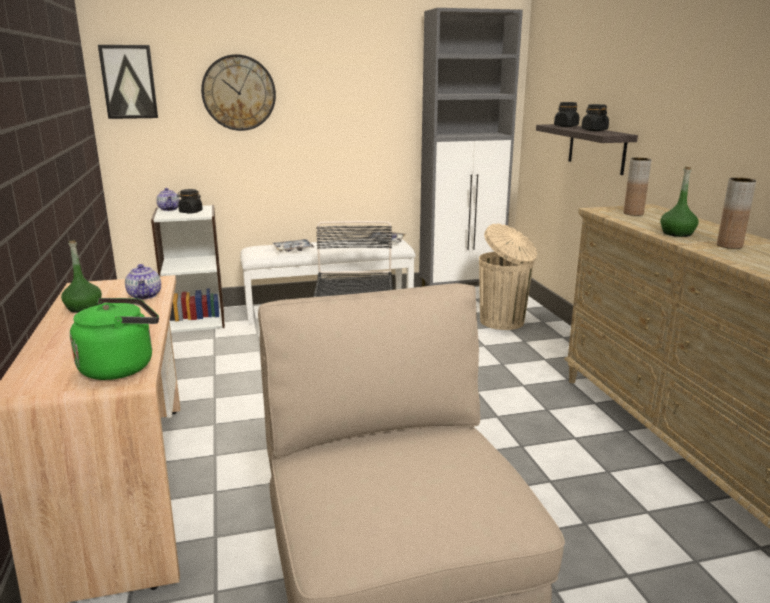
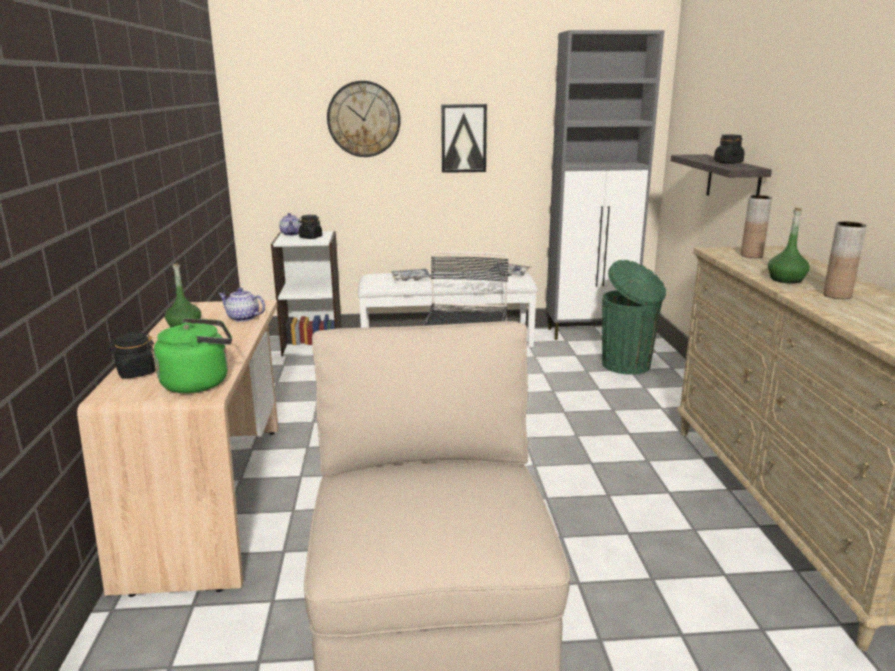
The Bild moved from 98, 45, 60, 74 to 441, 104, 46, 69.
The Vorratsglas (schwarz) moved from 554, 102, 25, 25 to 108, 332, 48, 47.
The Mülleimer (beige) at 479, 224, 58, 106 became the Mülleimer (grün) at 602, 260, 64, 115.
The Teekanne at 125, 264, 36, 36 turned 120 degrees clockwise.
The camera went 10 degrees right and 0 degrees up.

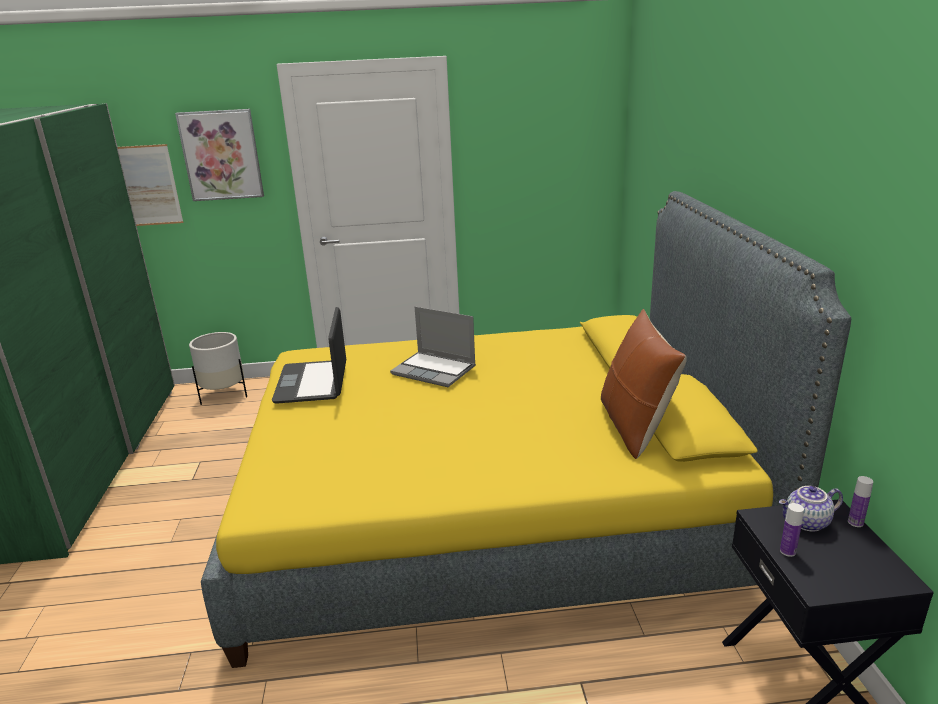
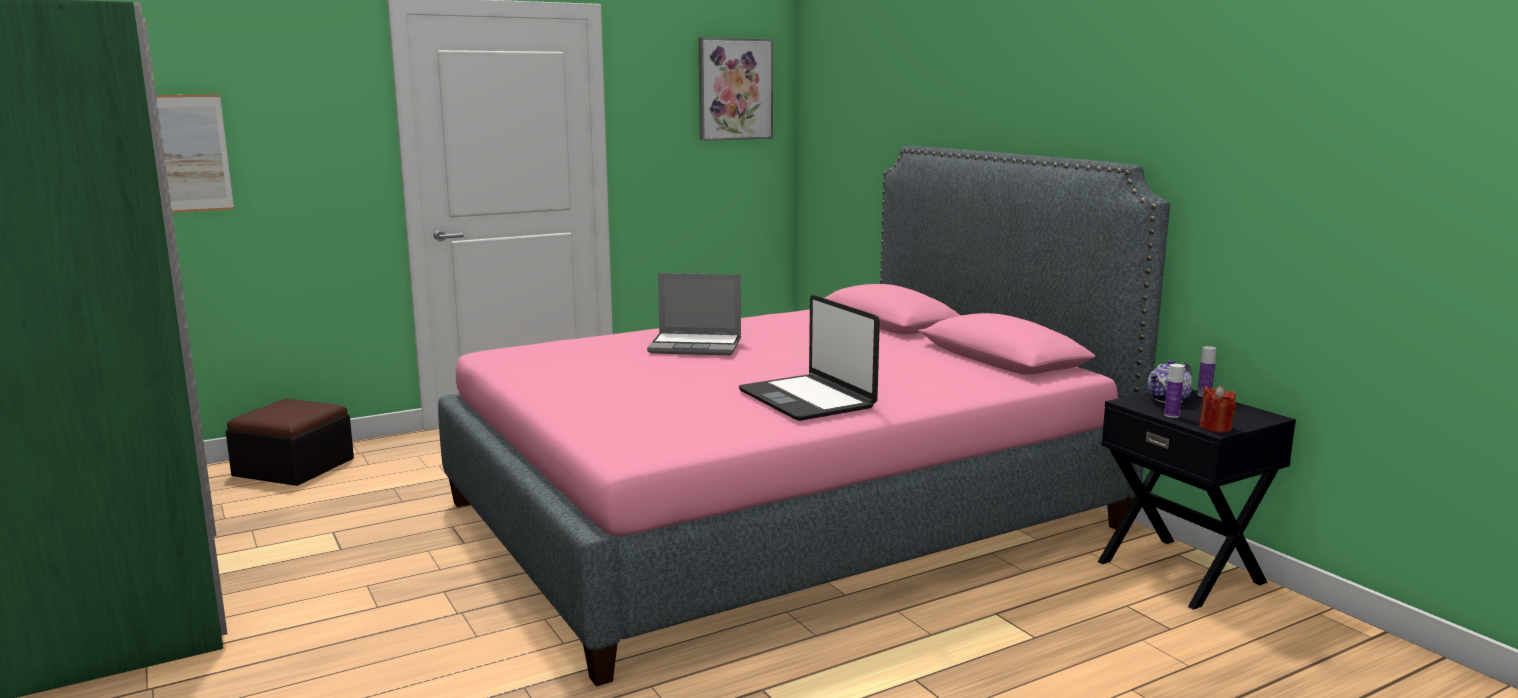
The Kissen (braun) at 601, 309, 86, 150 disappeared.
The Kerze (rot) at 1199, 385, 37, 48 appeared.
The Bild moved from 175, 109, 89, 92 to 699, 38, 74, 103.
The Laptop moved from 272, 307, 74, 97 to 739, 295, 141, 126.
The Pflanzkübel (weiß) at 189, 332, 58, 73 was replaced by the Polsterhocker at 226, 399, 128, 87.
The Bett (gelb) at 201, 191, 650, 477 became the Bett (rosa) at 438, 146, 732, 540.
The camera went 25 degrees left and 10 degrees down.

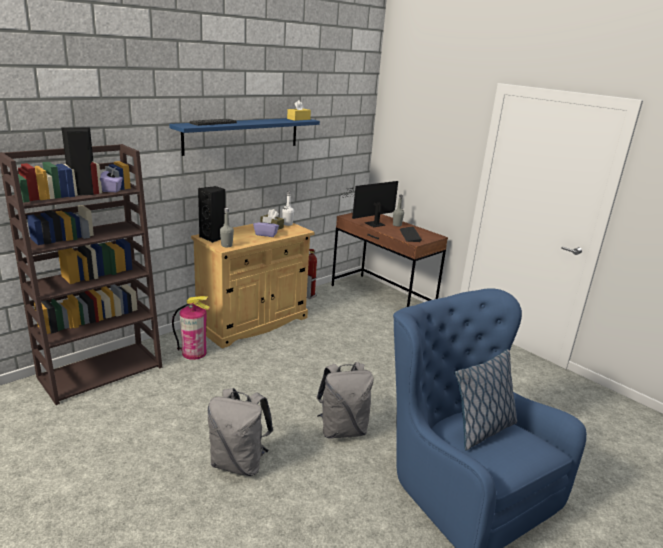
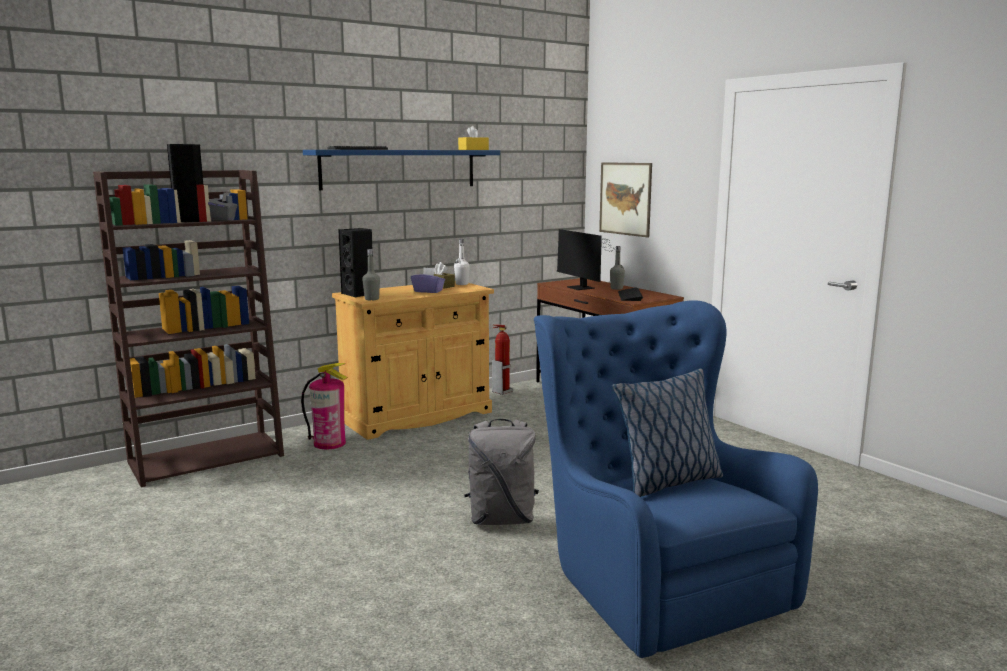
The Rucksack (grau) at 207, 388, 66, 88 disappeared.
The Bild at 599, 162, 53, 75 appeared.
The Taschentuchbox (lila) at 100, 166, 23, 26 became the Taschentuchbox (grau) at 208, 192, 29, 28.
The Monitor at 341, 181, 57, 46 turned 90 degrees counterclockwise.
The camera went 10 degrees right and 10 degrees down.

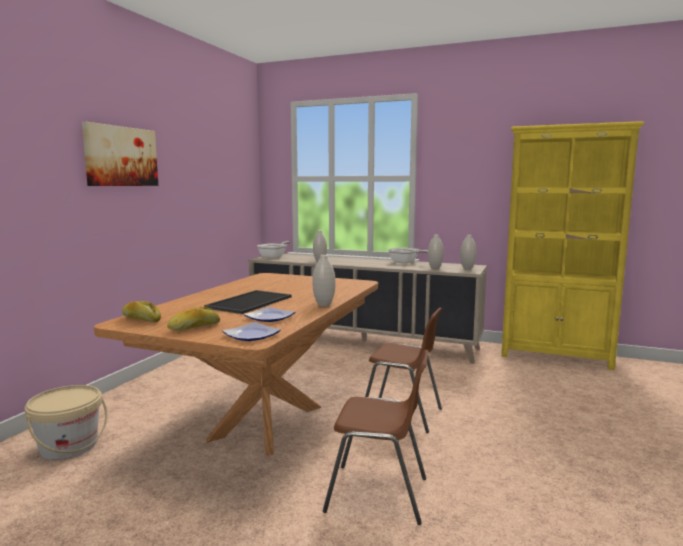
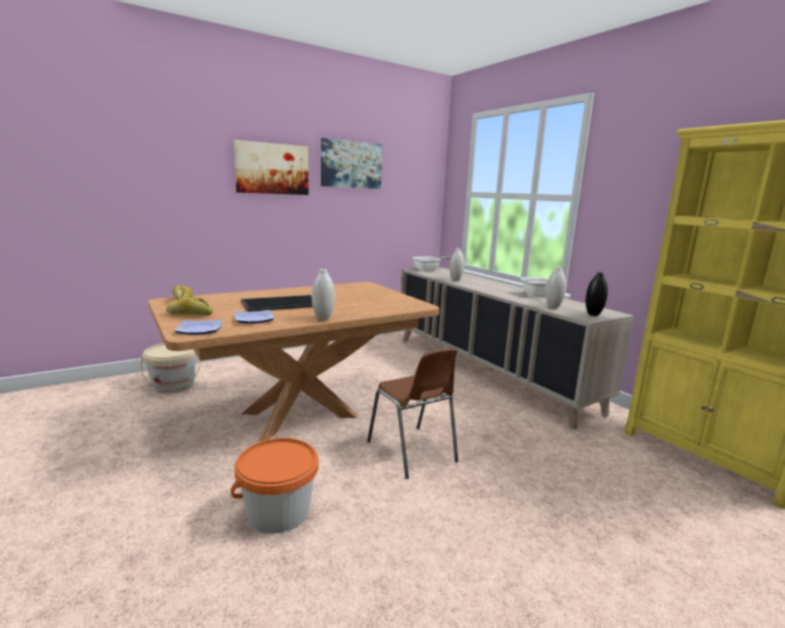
The Bild at 321, 138, 61, 51 appeared.
The Stuhl (braun) at 323, 350, 106, 175 was replaced by the Eimer (orange) at 231, 438, 88, 96.
The Vase (weiß) at 460, 235, 16, 34 became the Vase (schwarz) at 586, 272, 22, 44.
The camera went 35 degrees right and 5 degrees up.

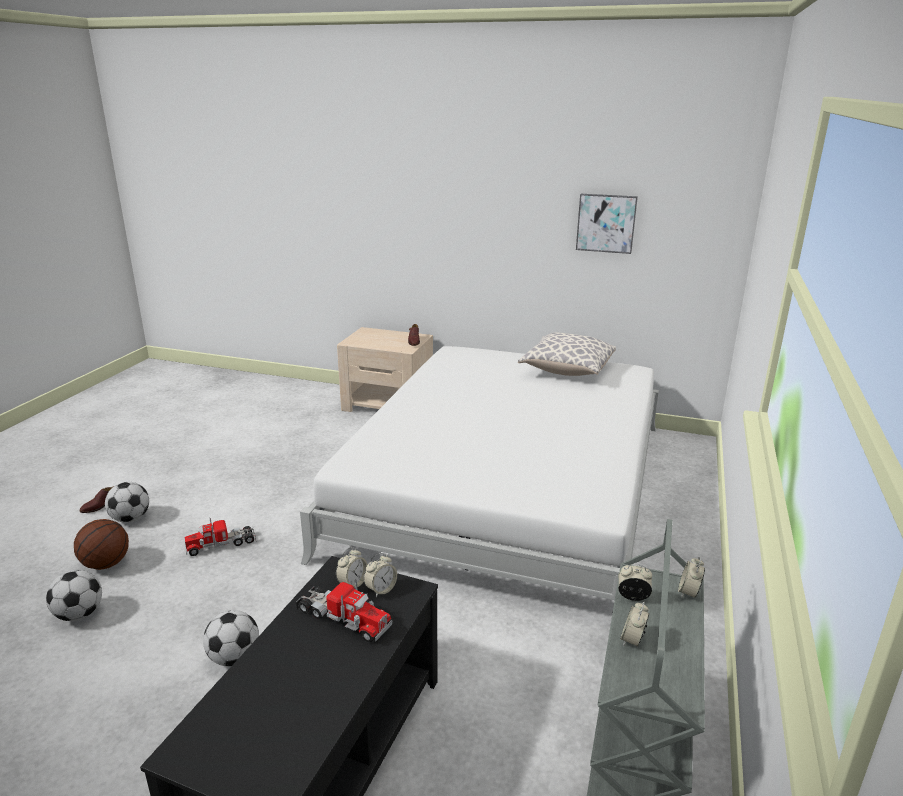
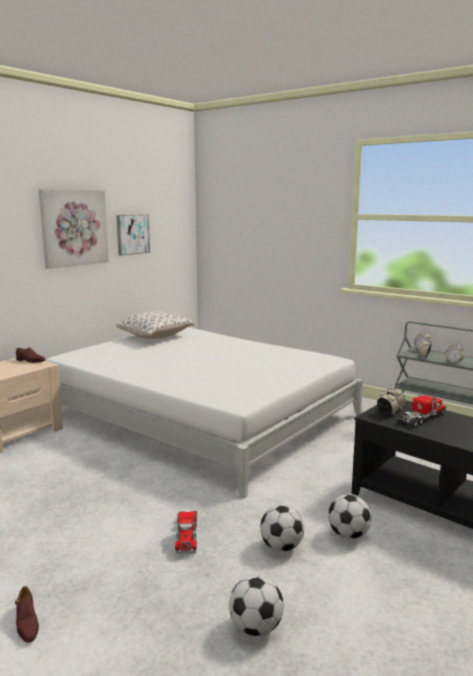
The Basketball at 74, 519, 55, 51 disappeared.
The Bild at 39, 189, 70, 80 appeared.
The Fußball moved from 105, 482, 44, 41 to 260, 505, 44, 47.
The camera went 70 degrees left and 10 degrees down.

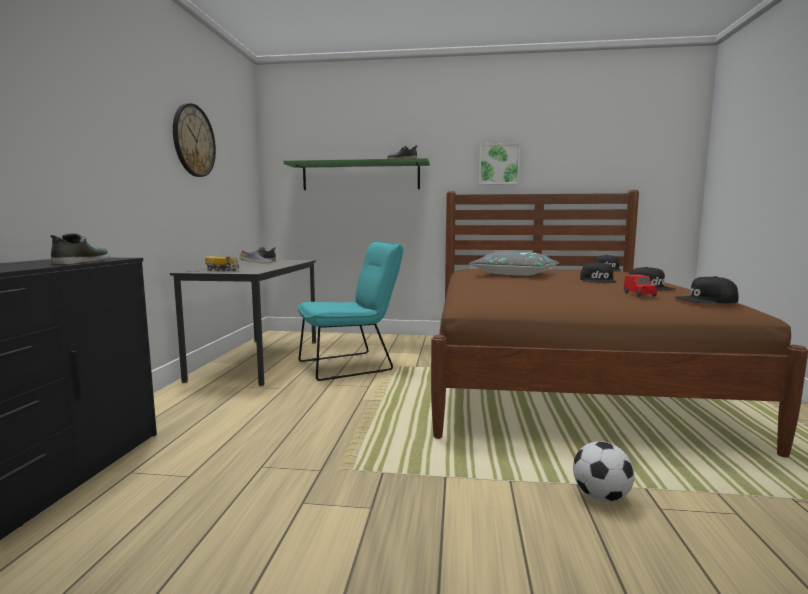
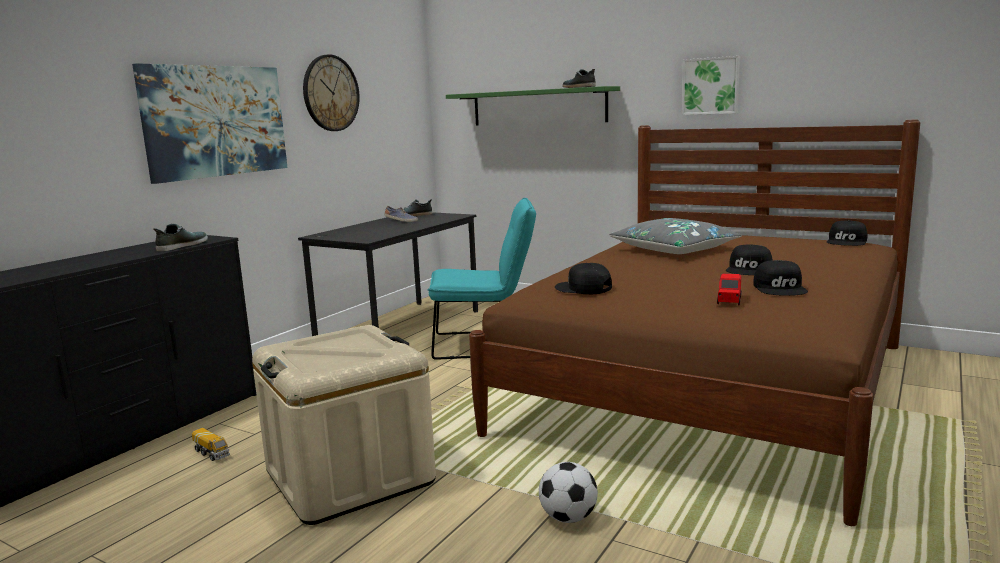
The Bild at 132, 63, 156, 121 appeared.
The Aufbewahrungsbox (beige) at 252, 325, 184, 200 appeared.
The Spielzeuglaster moved from 205, 256, 35, 15 to 192, 428, 38, 33.
The Kappe (schwarz) moved from 675, 276, 63, 27 to 555, 263, 57, 31.
The camera went 25 degrees right and 5 degrees up.

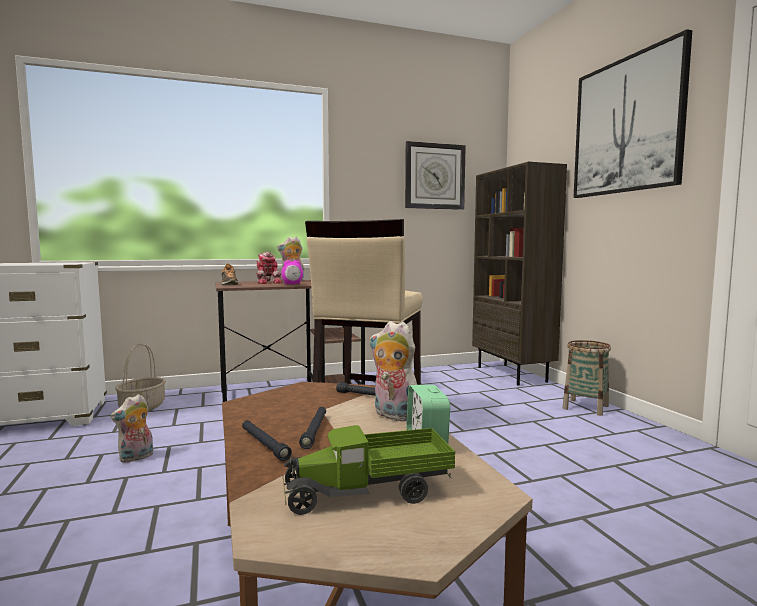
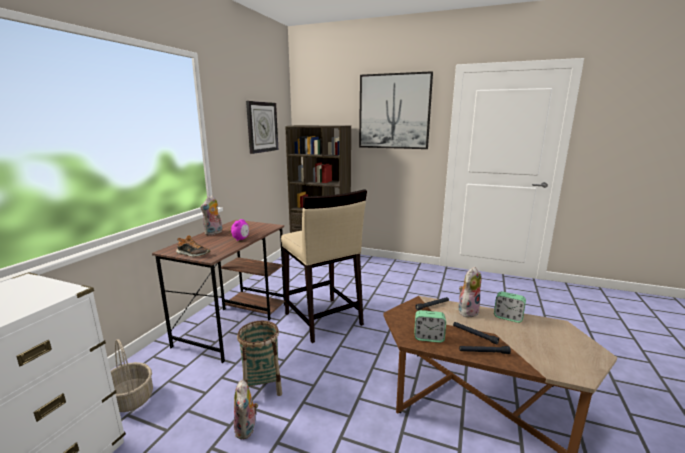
The Spielzeugroboter at 256, 252, 26, 32 disappeared.
The Spielzeuglaster at 283, 425, 172, 90 disappeared.
The Wecker at 414, 310, 32, 33 appeared.
The Korb moved from 562, 340, 49, 76 to 237, 321, 45, 75.
The Plüschtier at 369, 321, 48, 101 turned 150 degrees clockwise.
The camera went 50 degrees left and 10 degrees up.

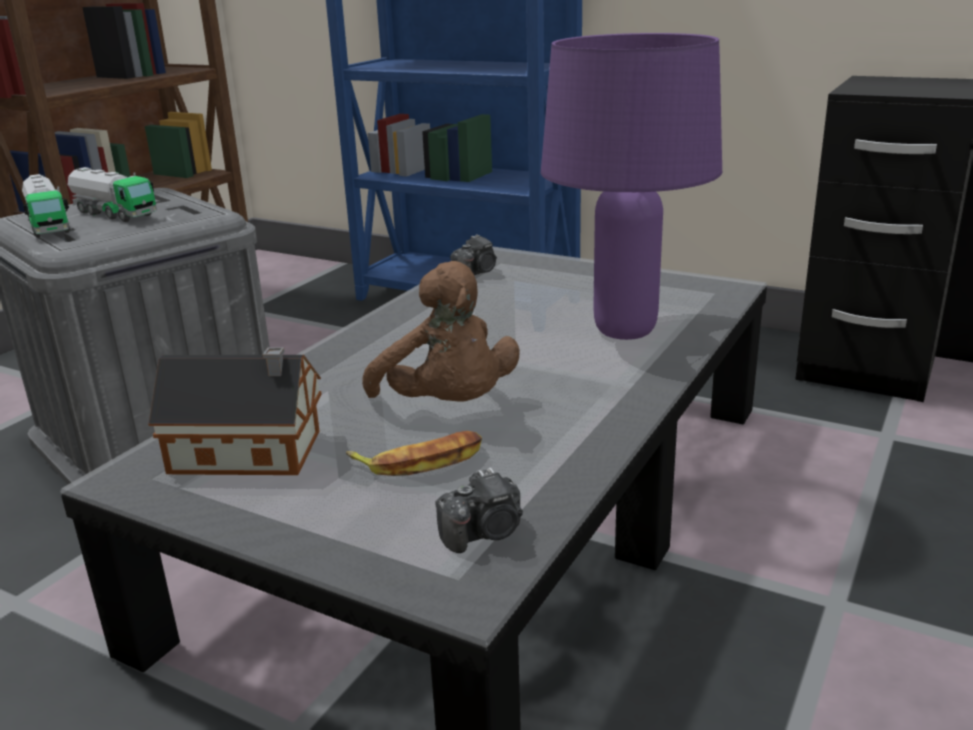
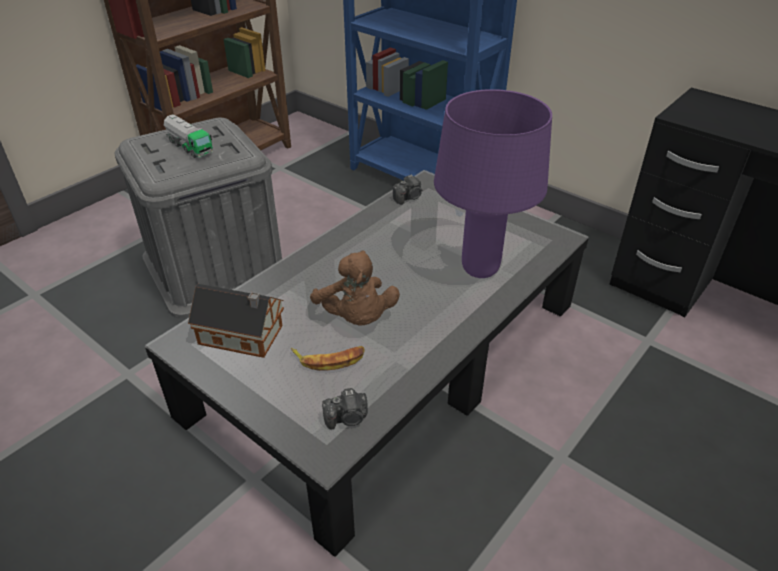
The Spielzeuglaster at 22, 174, 48, 64 disappeared.
The camera went 10 degrees right and 15 degrees up.

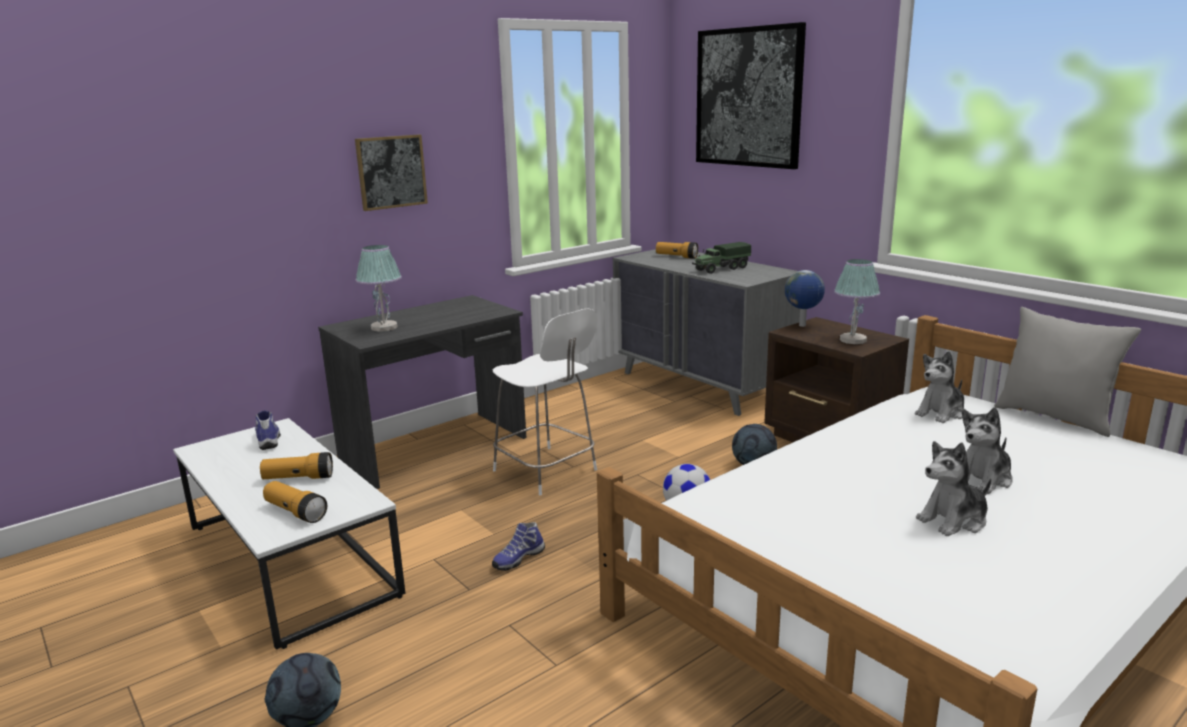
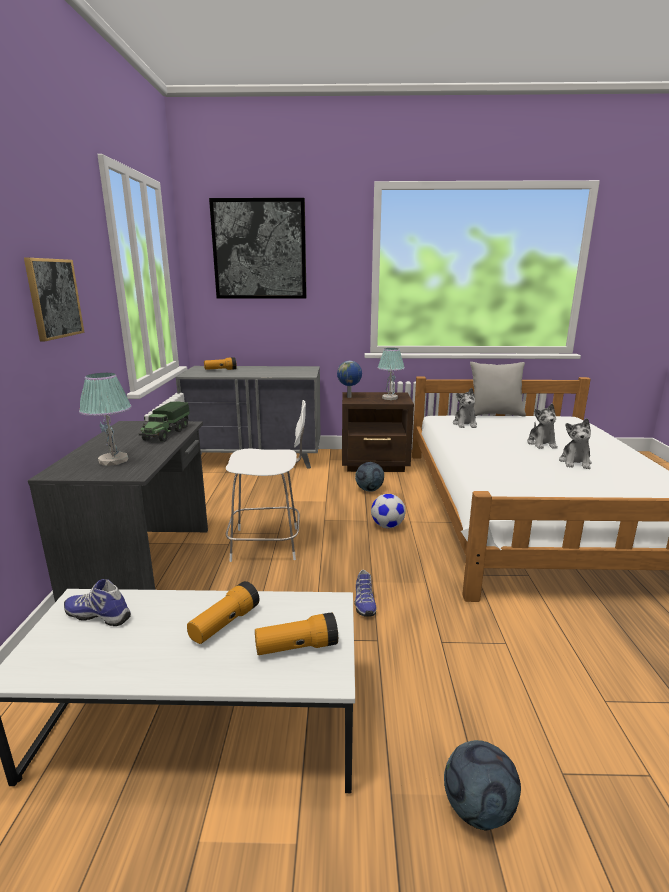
The Spielzeuglaster moved from 692, 242, 59, 32 to 139, 402, 51, 40.
The camera went 50 degrees left and 0 degrees up.

